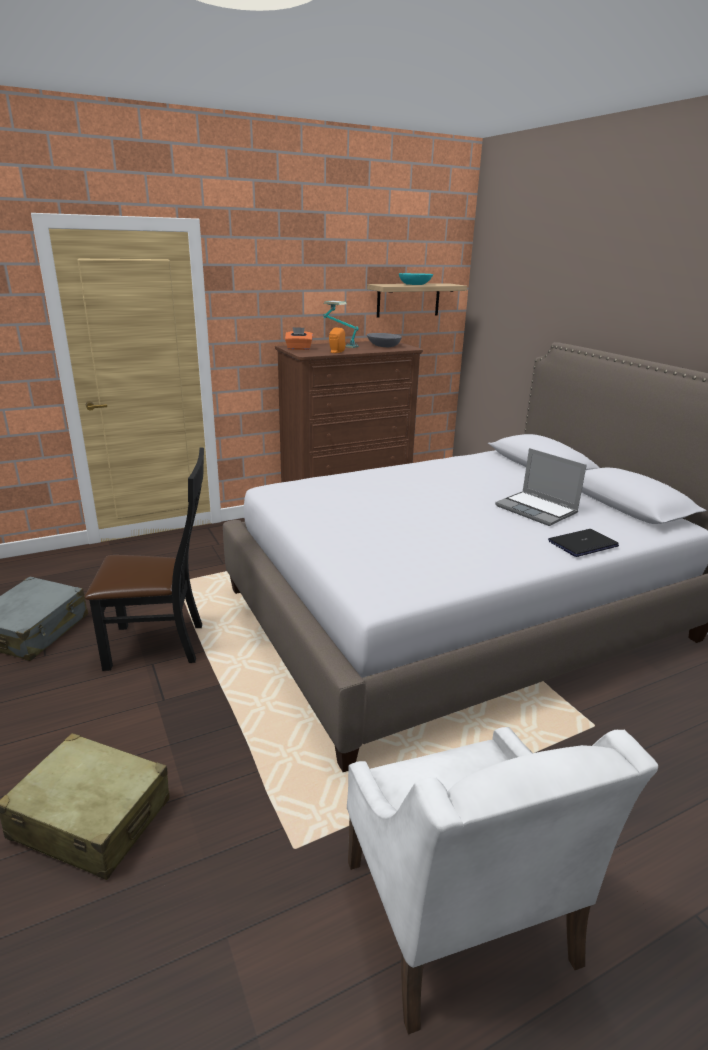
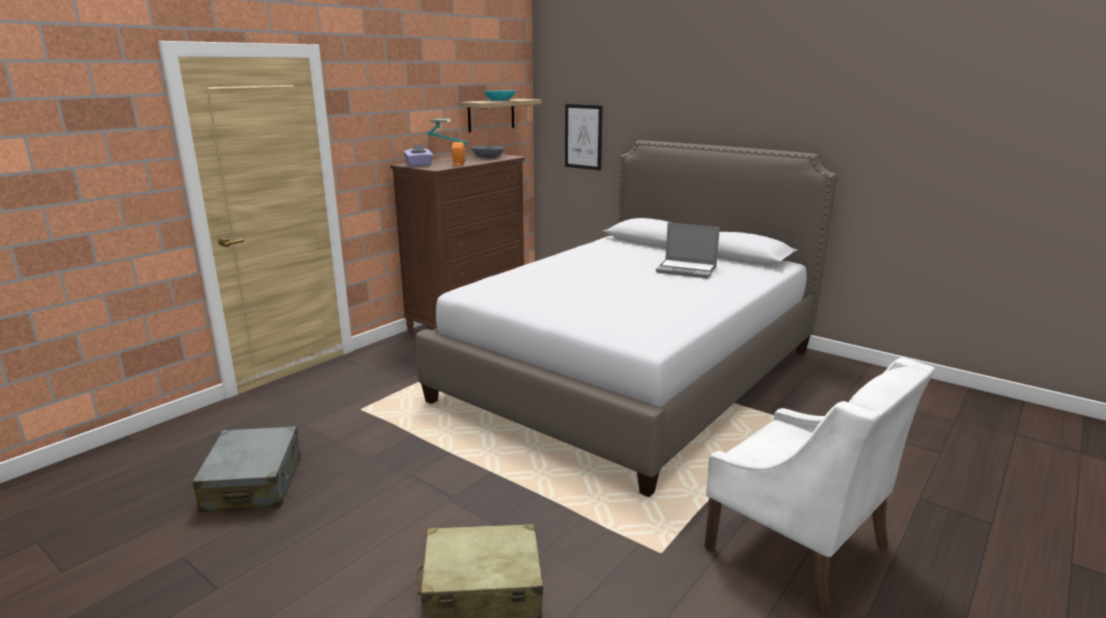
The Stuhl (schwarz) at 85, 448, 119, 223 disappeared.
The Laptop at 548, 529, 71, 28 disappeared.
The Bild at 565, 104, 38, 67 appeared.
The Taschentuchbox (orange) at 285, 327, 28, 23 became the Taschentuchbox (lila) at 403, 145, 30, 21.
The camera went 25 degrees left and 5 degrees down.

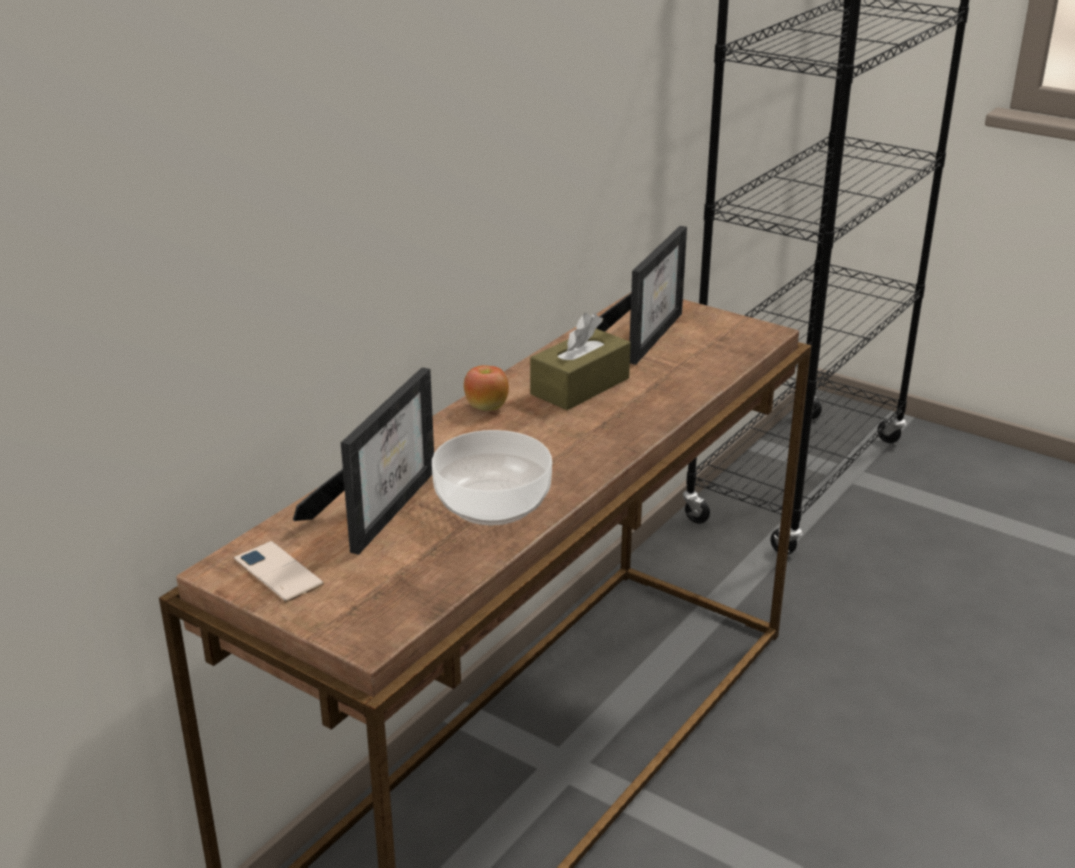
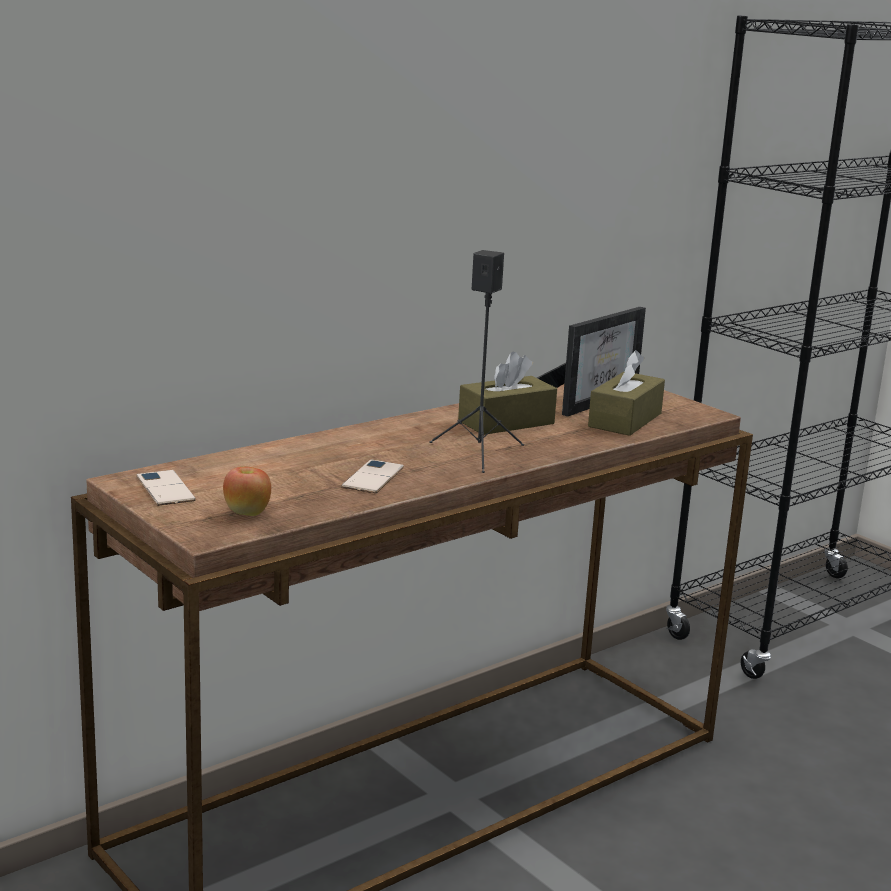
The Bilderrahmen at 293, 367, 141, 188 disappeared.
The Lautsprecher (schwarz) at 429, 250, 95, 223 appeared.
The Taschentuchbox (braun) at 588, 350, 77, 86 appeared.
The Apfel moved from 464, 365, 45, 46 to 223, 467, 48, 49.
The Schüssel at 432, 430, 120, 95 was replaced by the Handy at 341, 460, 63, 33.
The camera went 15 degrees right and 10 degrees down.

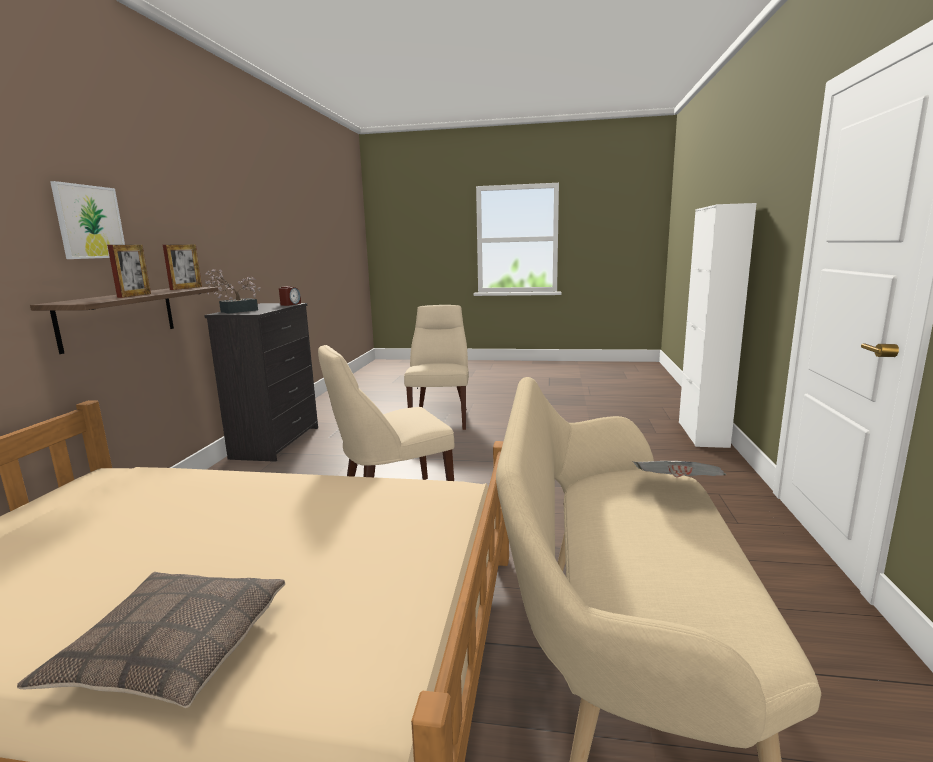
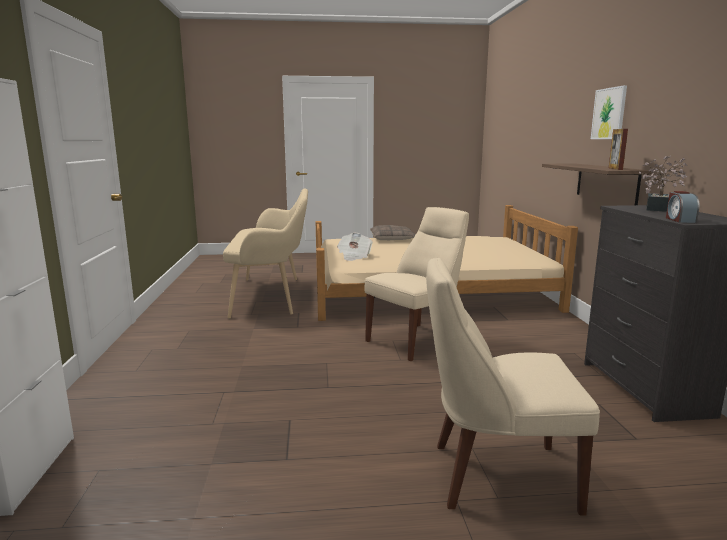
The Bilderrahmen at 107, 245, 44, 53 disappeared.
The Zeitung moved from 634, 461, 92, 17 to 337, 233, 36, 28.
The Stuhl (beige) at 404, 305, 65, 125 turned 105 degrees clockwise.
The camera went 165 degrees right and 0 degrees up.

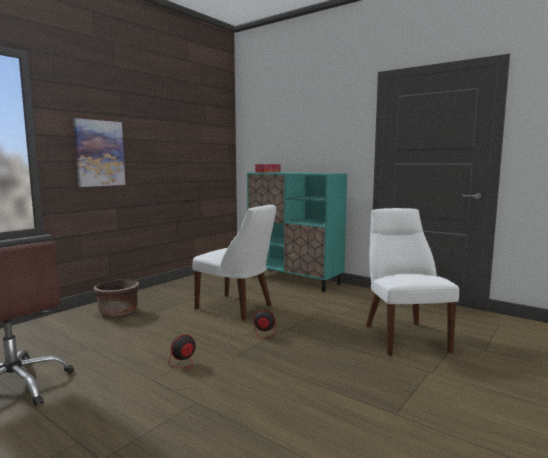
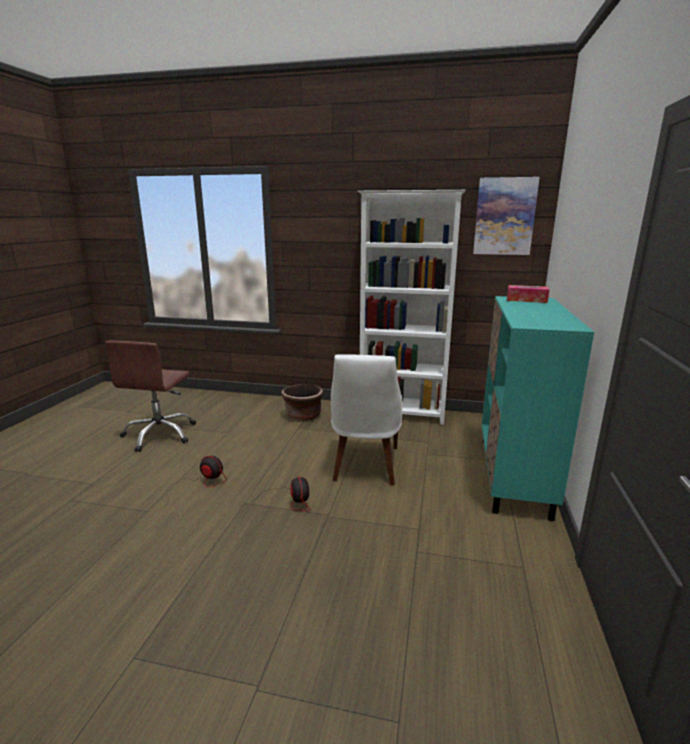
The Stuhl (weiß) at 366, 208, 93, 148 disappeared.
The Bücherregal (weiß) at 357, 190, 109, 235 appeared.
The Bild moved from 73, 118, 52, 69 to 473, 177, 67, 78.
The camera went 65 degrees right and 10 degrees up.

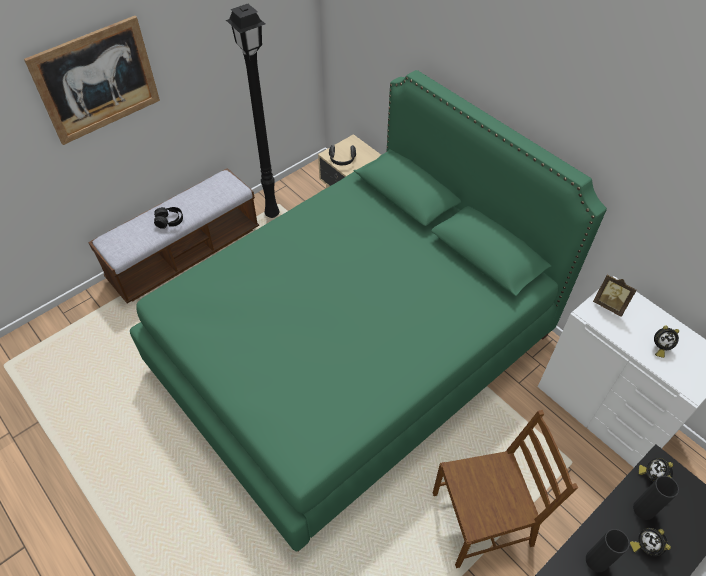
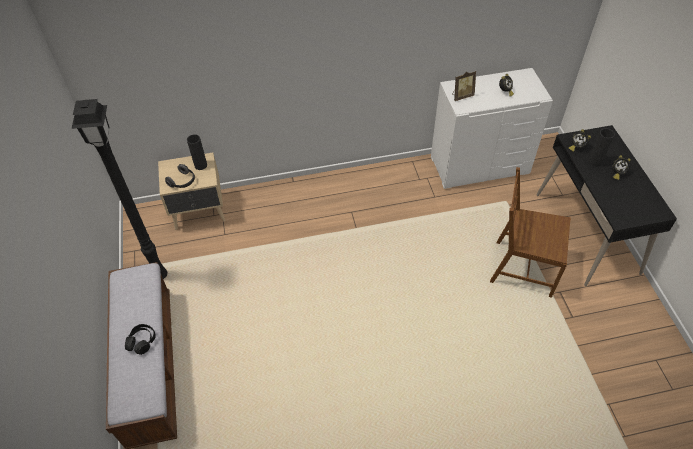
The Bild at 24, 16, 136, 129 disappeared.
The Bett (grün) at 130, 70, 477, 482 disappeared.
The Vase (schwarz) moved from 586, 529, 44, 43 to 187, 134, 20, 36.
The Stuhl (braun) at 433, 410, 145, 158 turned 90 degrees counterclockwise.
The camera went 60 degrees left and 0 degrees up.

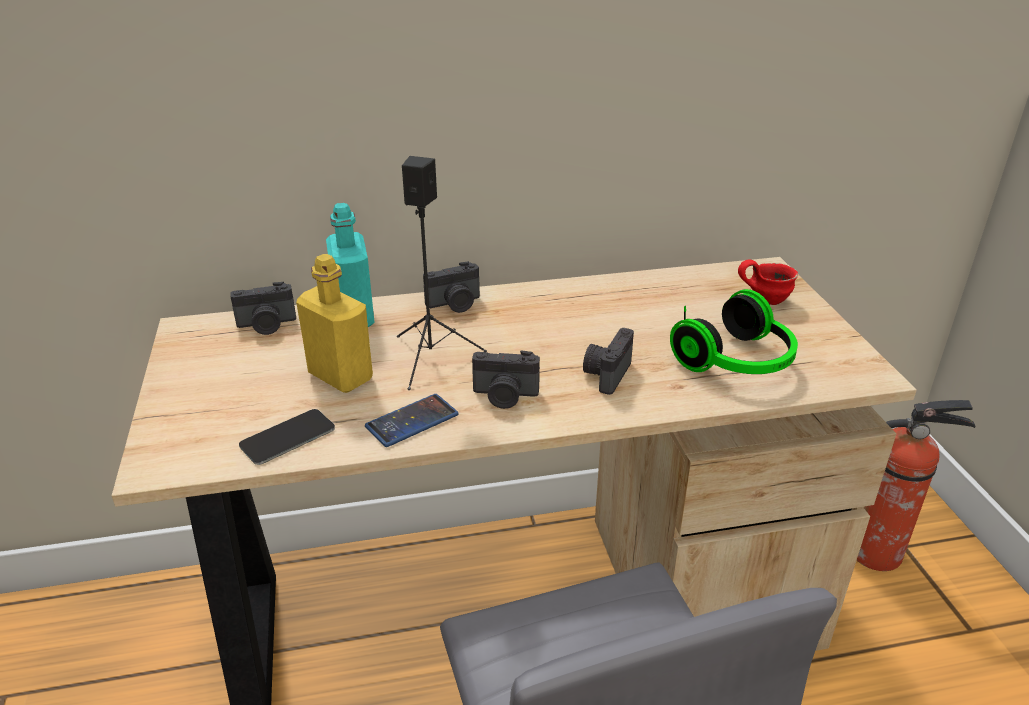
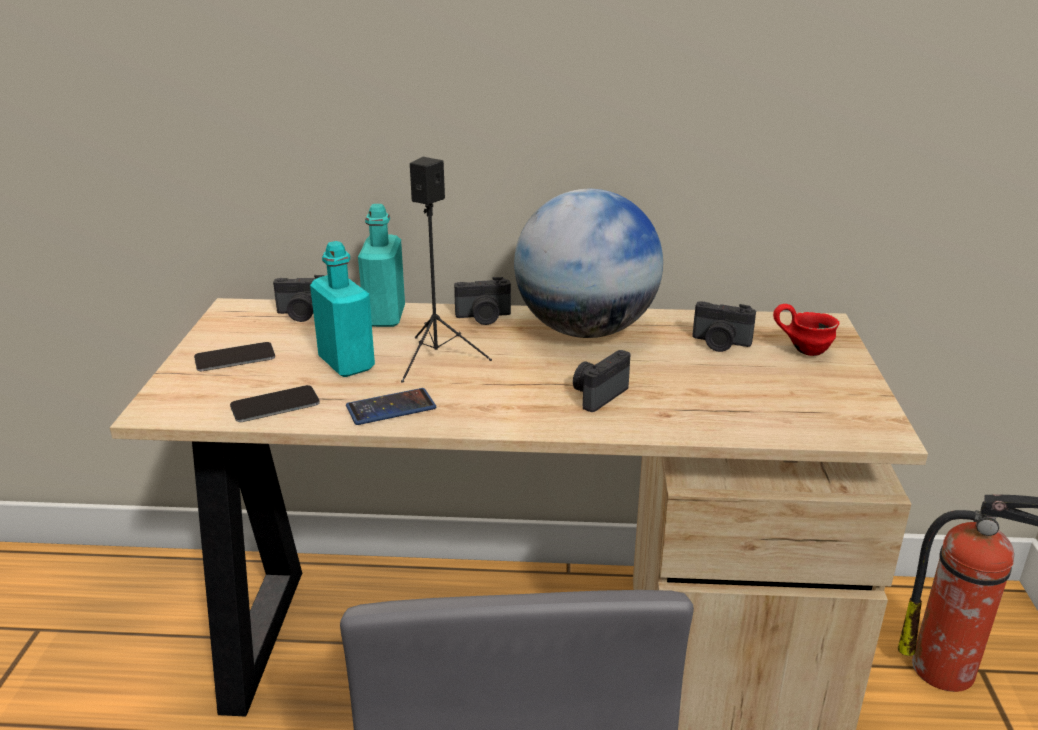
The Kopfhörer at 670, 289, 128, 85 disappeared.
The Handy at 194, 342, 81, 29 appeared.
The Globus at 514, 189, 149, 149 appeared.
The Kamera moved from 472, 350, 68, 59 to 692, 301, 64, 51.
The Flasche (gelb) at 296, 254, 77, 139 became the Flasche (türkis) at 310, 241, 65, 136.
The camera went 15 degrees right and 5 degrees down.

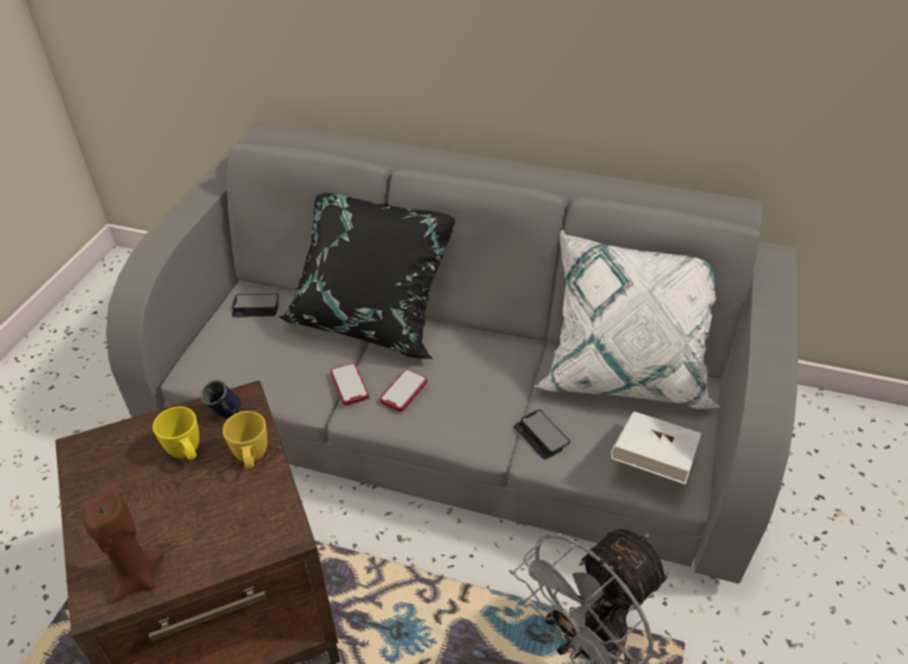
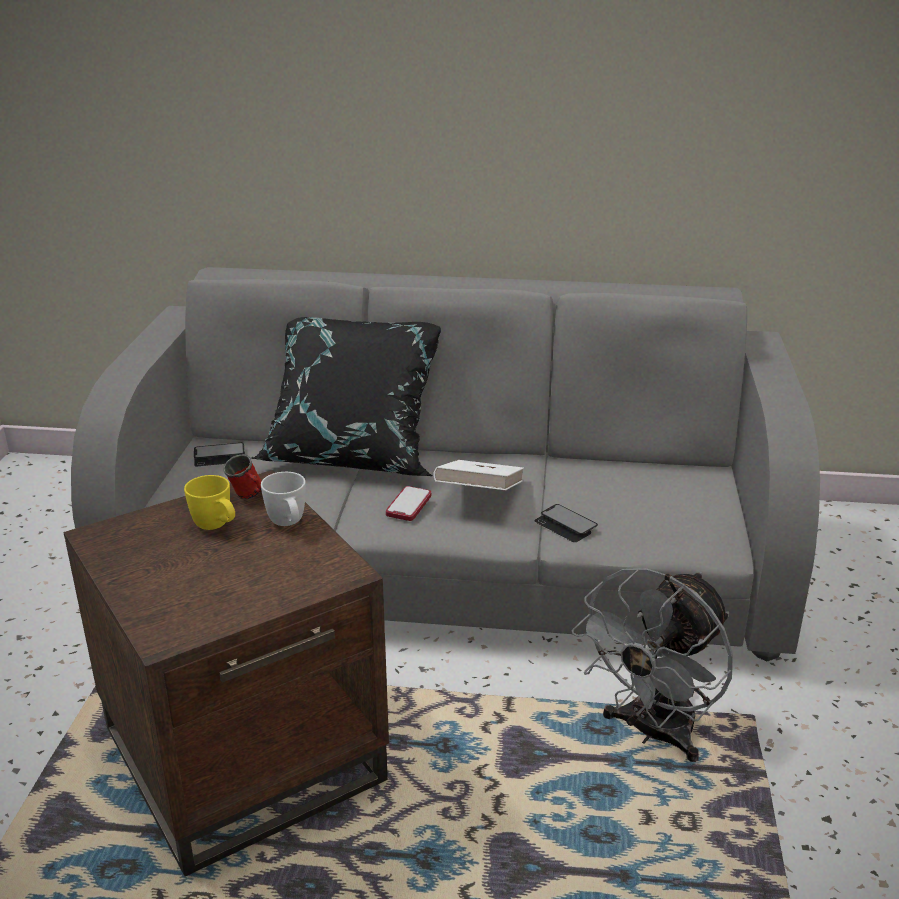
The Kerze (braun) at 82, 489, 82, 112 disappeared.
The Handy at 330, 363, 39, 42 disappeared.
The Kissen (weiß) at 535, 230, 184, 179 disappeared.
The Buch (weiß) moved from 611, 411, 91, 73 to 433, 460, 91, 30.
The Henkelbecher (blau) at 200, 380, 41, 39 became the Henkelbecher (rot) at 223, 454, 39, 45.
The Henkelbecher (gelb) at 223, 411, 44, 58 became the Henkelbecher (weiß) at 261, 472, 45, 54.
The camera went 10 degrees left and 15 degrees down.

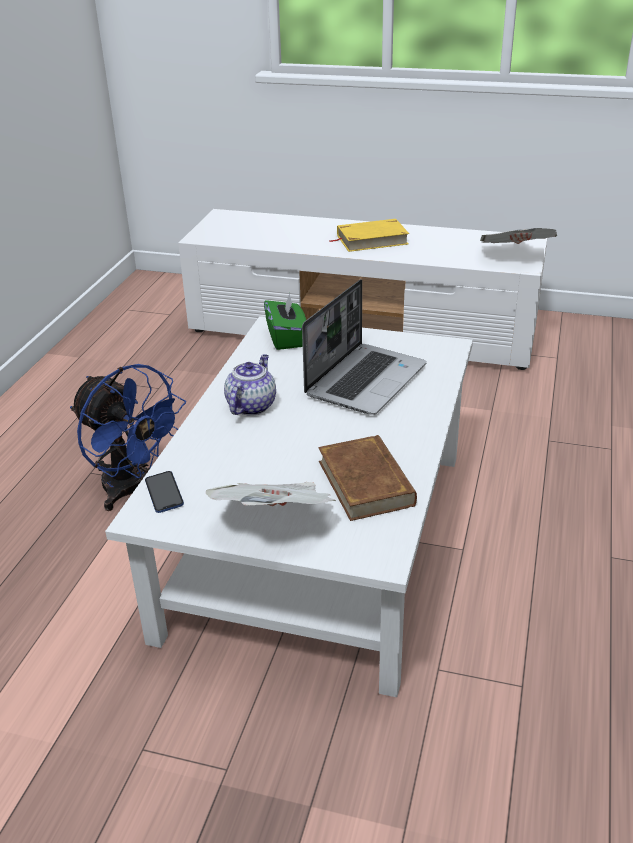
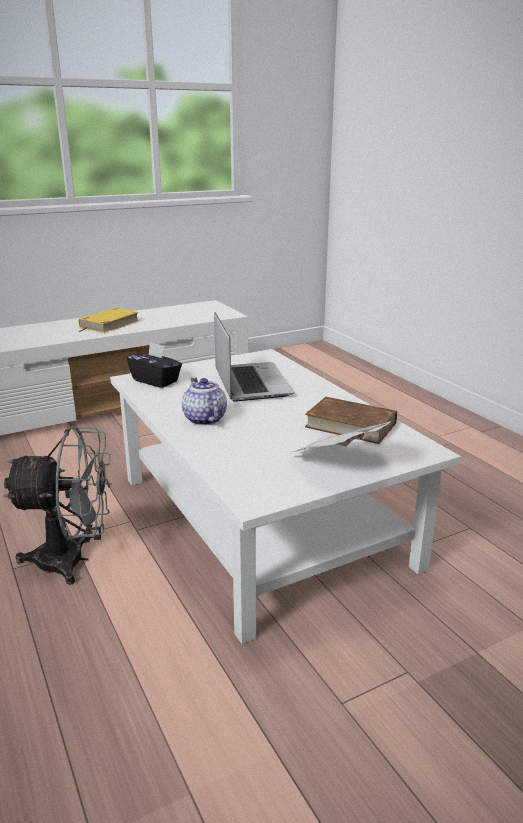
The Handy at 145, 471, 39, 42 disappeared.
The Zeitung at 480, 228, 78, 16 disappeared.
The Ventilator (blau) at 70, 364, 116, 147 became the Ventilator (grau) at 3, 426, 109, 159.
The Taschentuchbox (grün) at 264, 293, 42, 57 became the Taschentuchbox (schwarz) at 127, 342, 55, 46.
The camera went 45 degrees left and 10 degrees down.

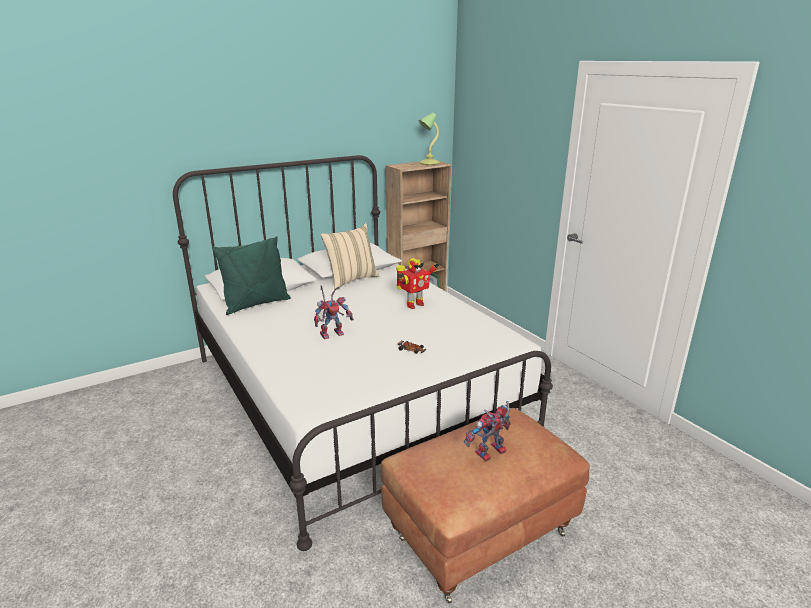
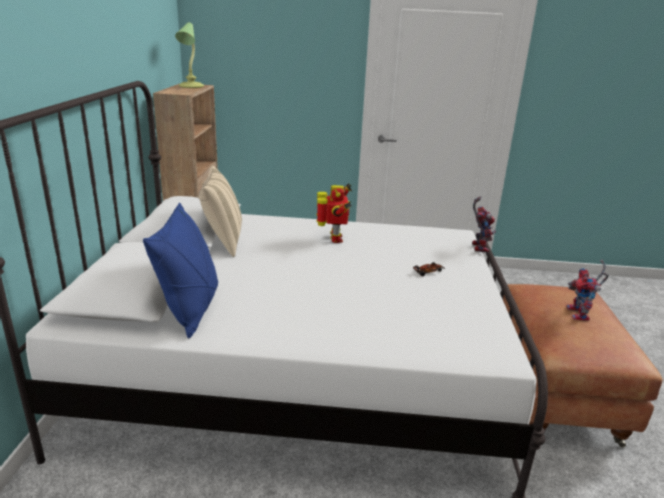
The Spielzeugroboter moved from 314, 286, 40, 54 to 472, 196, 24, 57.
The Kissen (grün) at 212, 236, 79, 79 became the Kissen (blau) at 143, 203, 75, 136.
The camera went 55 degrees left and 0 degrees up.

